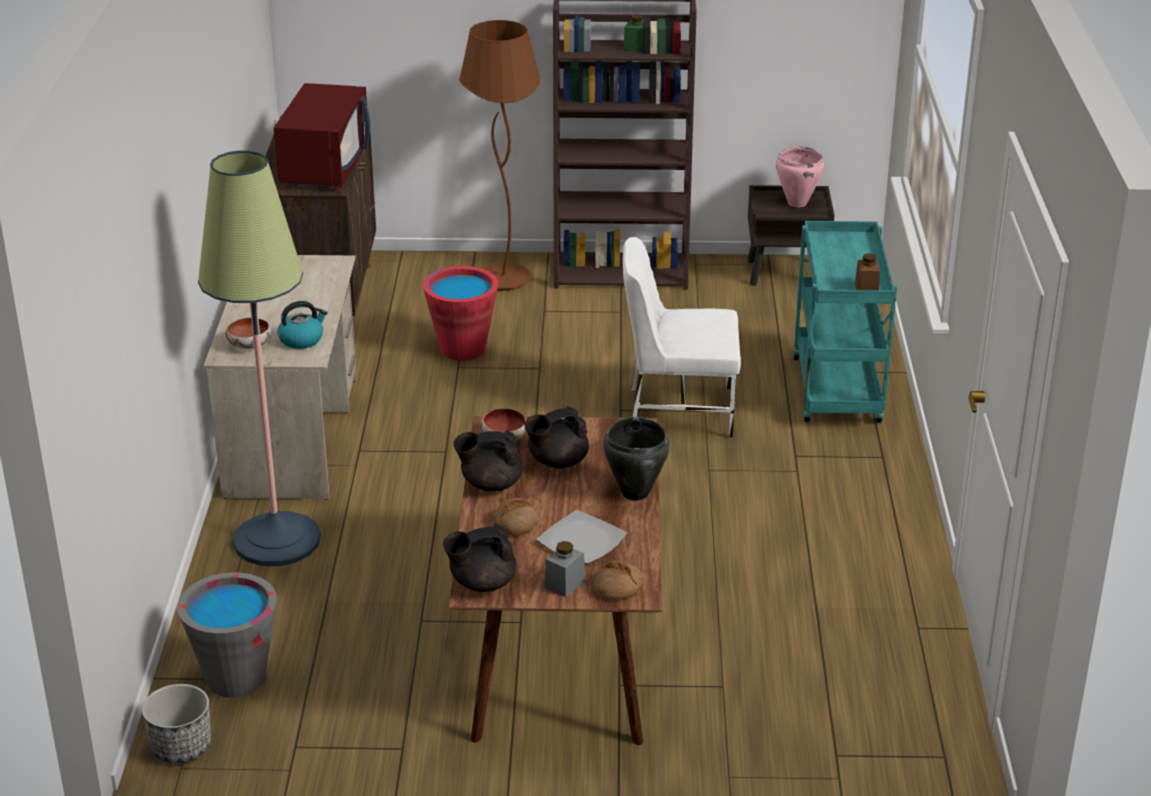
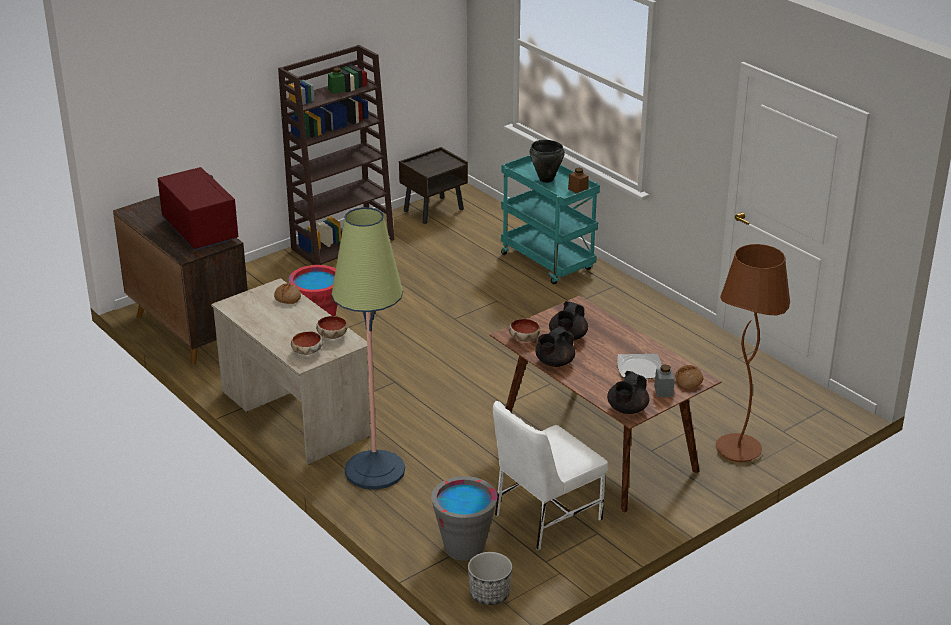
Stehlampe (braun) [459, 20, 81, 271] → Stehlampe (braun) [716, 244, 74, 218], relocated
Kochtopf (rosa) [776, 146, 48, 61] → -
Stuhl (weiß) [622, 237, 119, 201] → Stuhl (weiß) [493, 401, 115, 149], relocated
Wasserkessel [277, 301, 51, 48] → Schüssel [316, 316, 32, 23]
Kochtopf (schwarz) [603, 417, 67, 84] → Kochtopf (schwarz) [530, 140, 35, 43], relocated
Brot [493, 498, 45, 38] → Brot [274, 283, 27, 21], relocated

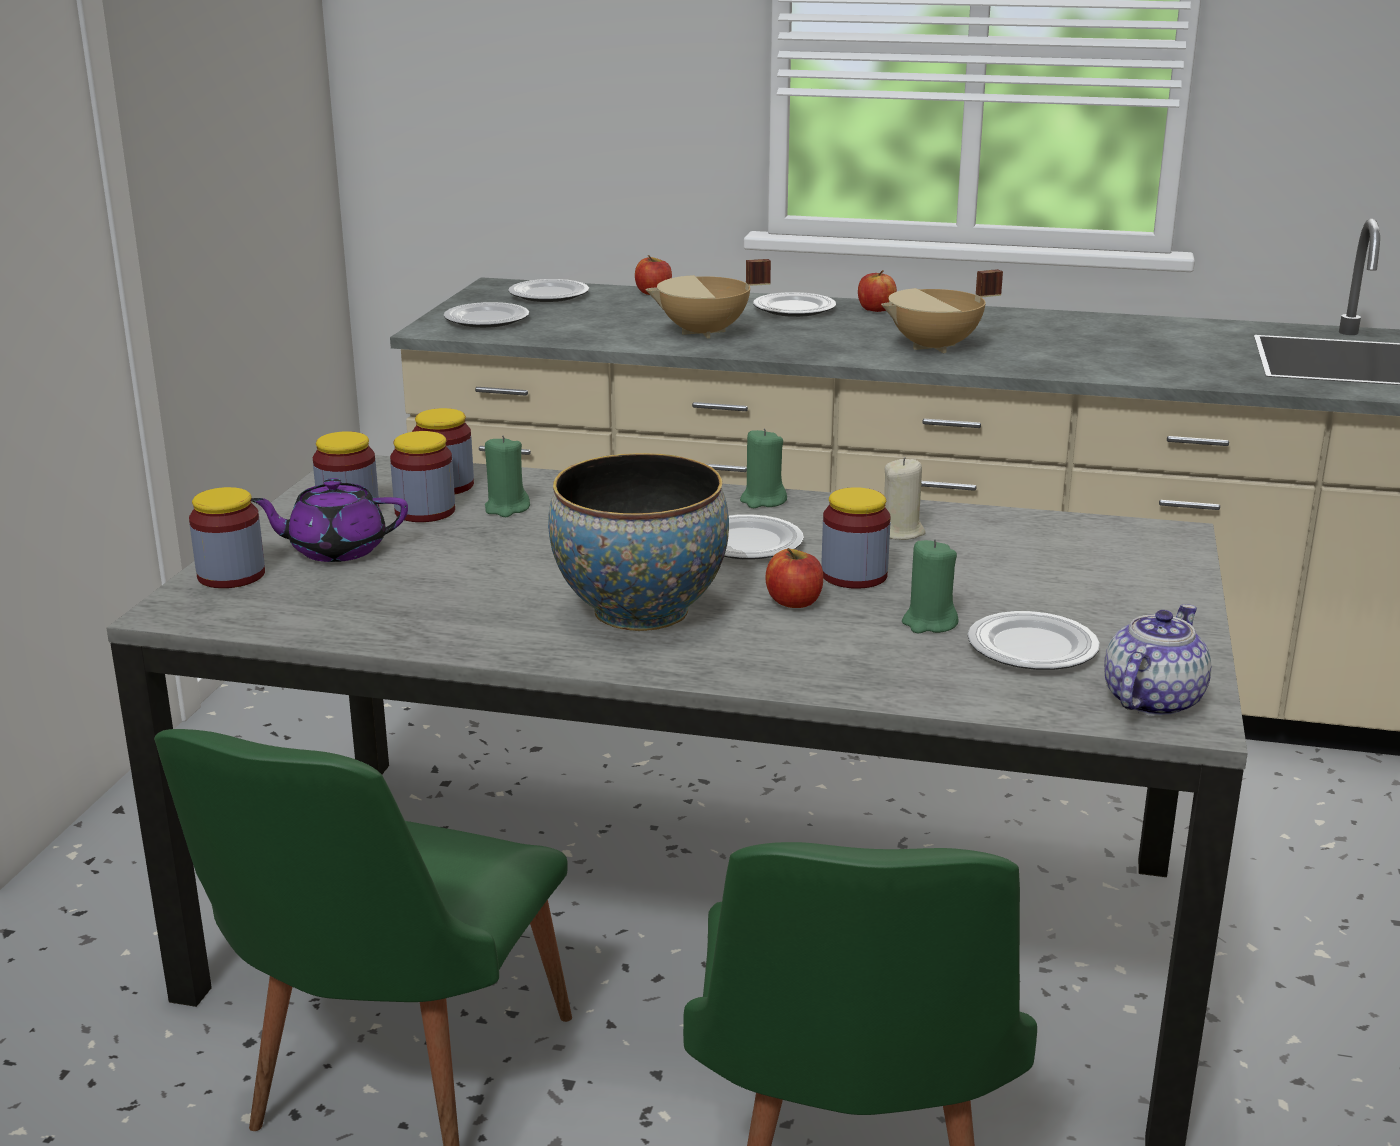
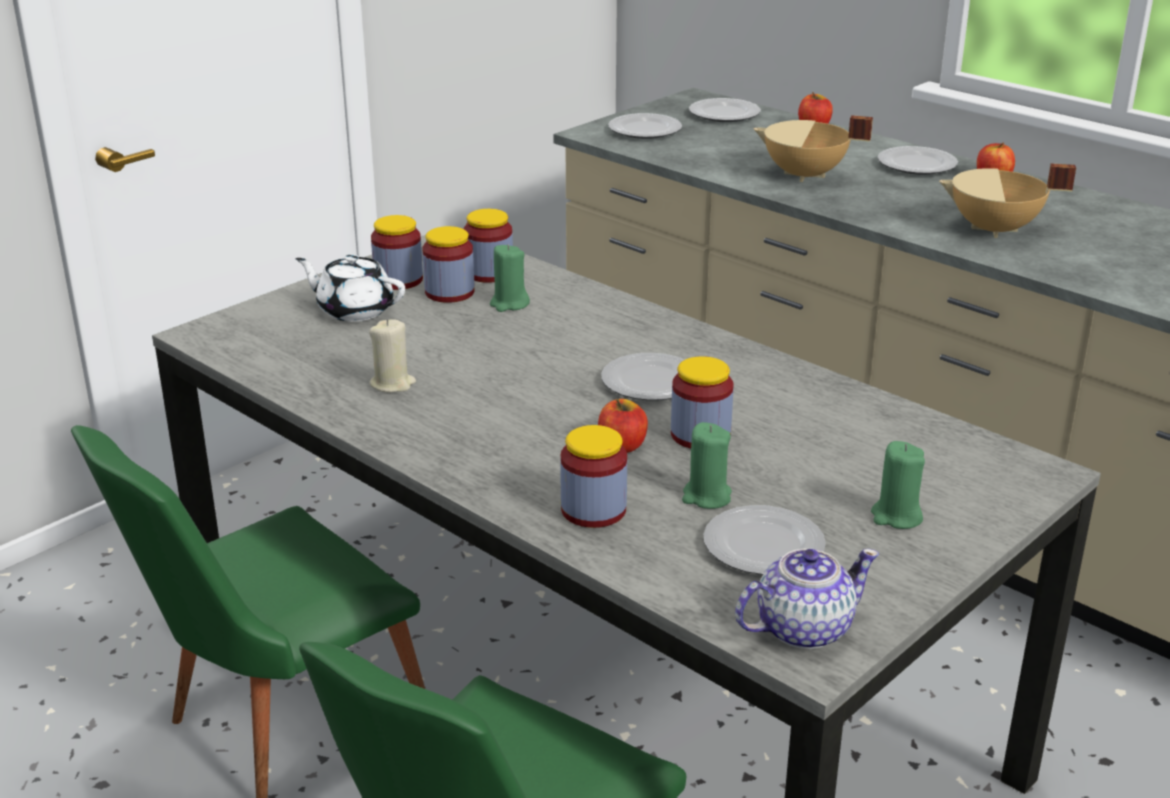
Kerze (grün) [740, 428, 47, 80] → Kerze (grün) [871, 441, 54, 88], relocated
Schüssel [548, 453, 181, 178] → -
Kerze (beige) [885, 457, 41, 83] → Kerze (beige) [369, 319, 47, 73], relocated
Teekanne (lila) [251, 478, 157, 84] → Teekanne (weiß) [296, 254, 109, 68]
Vorratsglas [189, 487, 76, 101] → Vorratsglas [560, 425, 67, 103], relocated

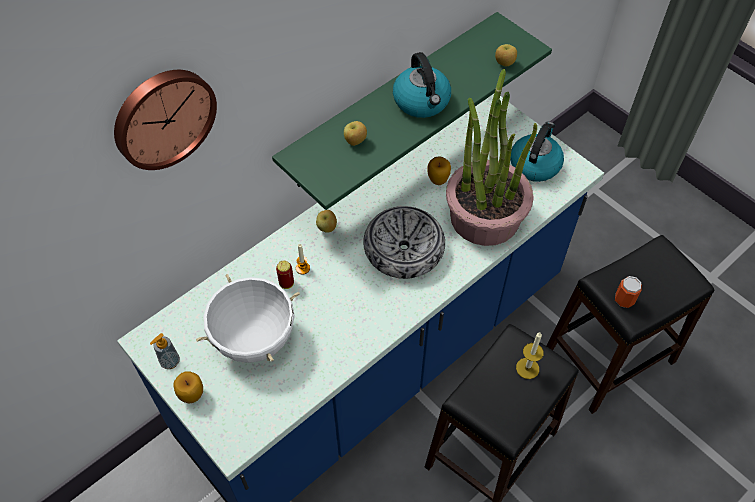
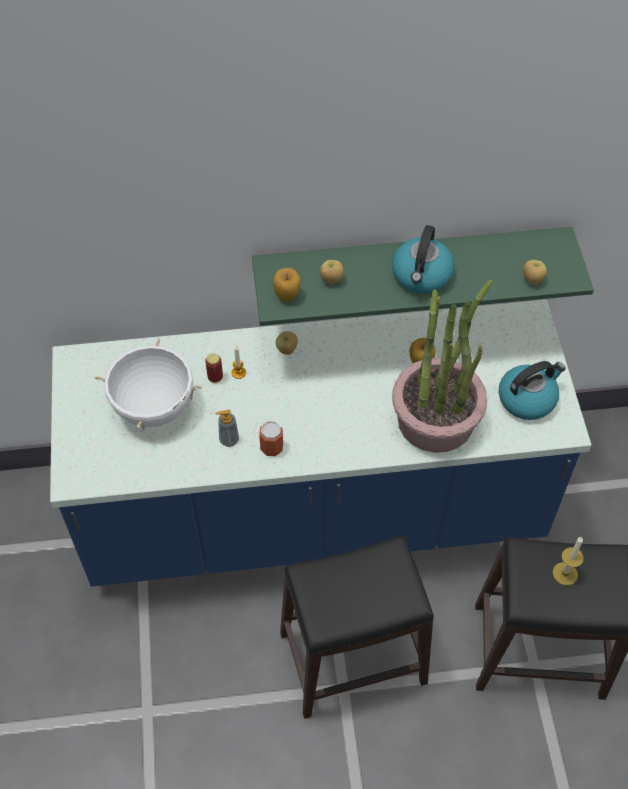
Wanduhr [114, 70, 103, 100] → -
Schüssel [363, 206, 82, 73] → -
Dose [615, 276, 27, 32] → Dose [259, 421, 24, 35], relocated
Seifenspender [150, 333, 30, 36] → Seifenspender [215, 410, 24, 37], relocated
Kerze [516, 333, 28, 46] → Kerze [552, 537, 32, 49], relocated
Apfel [173, 372, 30, 31] → Apfel [273, 268, 28, 34], relocated

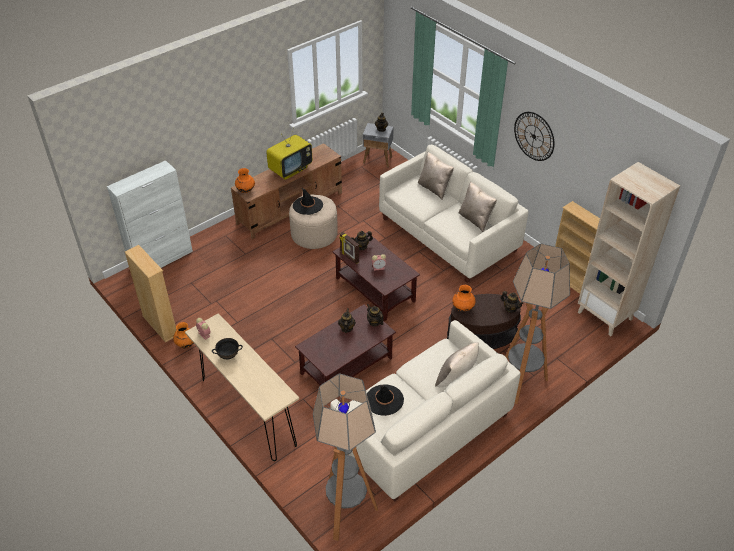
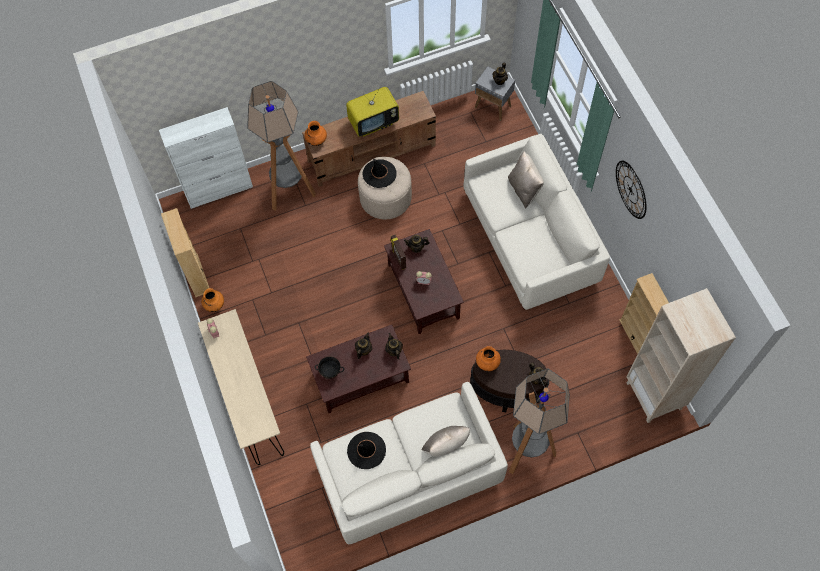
Kissen (beige) [458, 181, 39, 51] → -
Schüssel (schwarz) [212, 338, 31, 21] → Schüssel (schwarz) [315, 356, 29, 23], relocated
Stehlampe [313, 373, 65, 168] → Stehlampe [247, 81, 69, 130], relocated

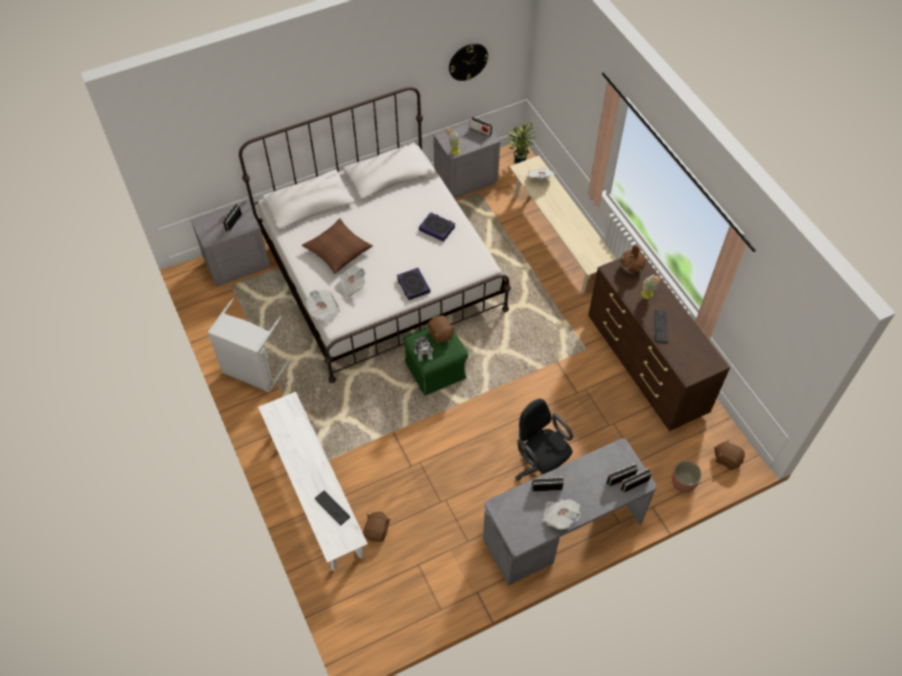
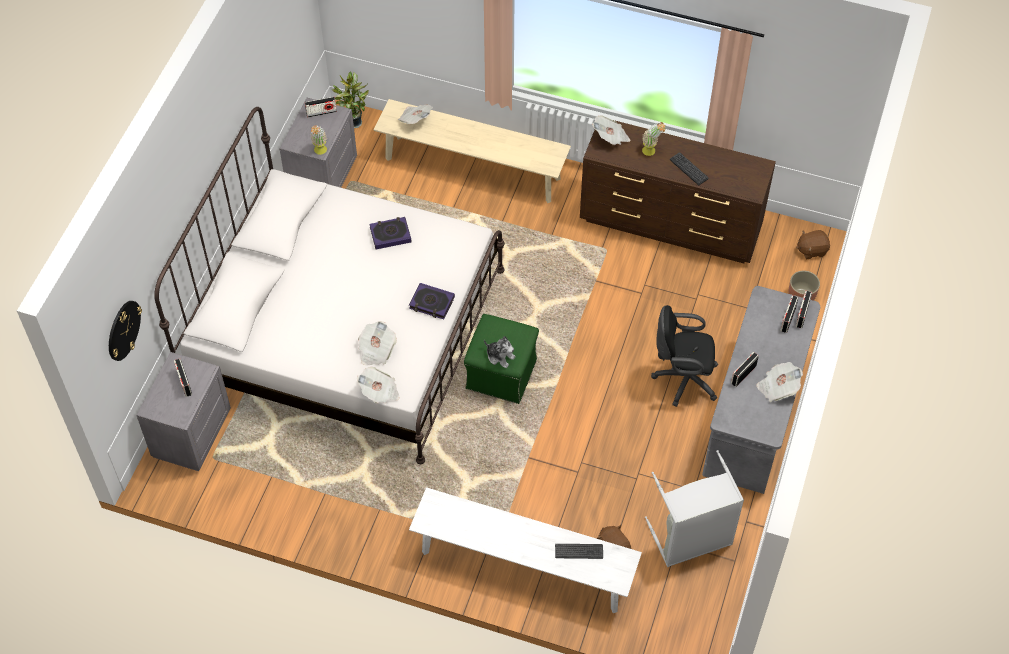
Wanduhr [449, 43, 39, 38] → Wanduhr [109, 301, 33, 60], relocated
Kissen (braun) [302, 218, 71, 56] → -
Vase (braun) [620, 246, 25, 28] → Zeitung [592, 115, 38, 30]
Wäschekorb (grau) [207, 298, 84, 94] → Wäschekorb (grau) [645, 450, 99, 117], relocated
Plüschtier (braun) [428, 316, 27, 28] → -

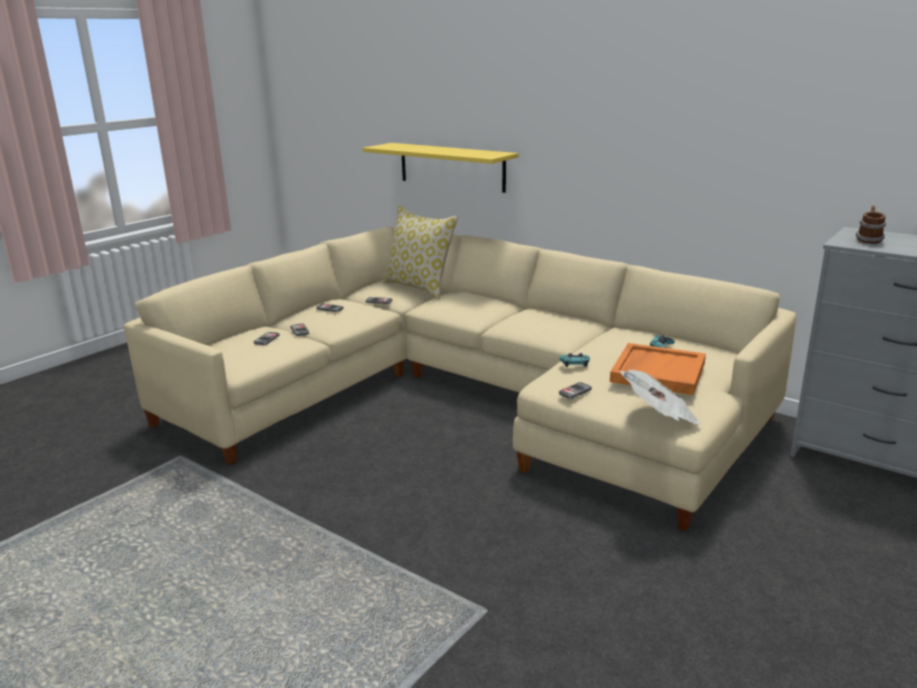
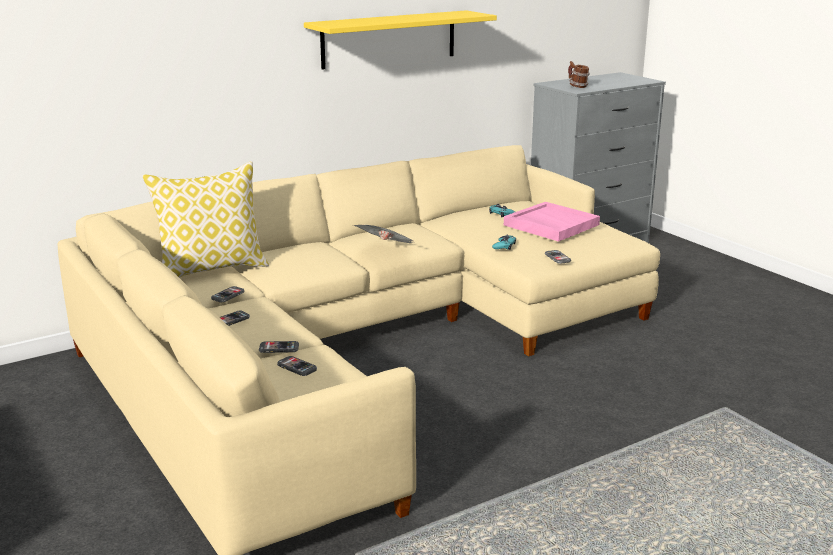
Wandregal (gelb) [363, 143, 156, 50] → Wandregal (gelb) [304, 10, 193, 60], relocated
Tablett (orange) [610, 343, 96, 52] → Tablett (rosa) [504, 202, 96, 40]
Zeitung [620, 370, 82, 55] → Zeitung [353, 225, 60, 18], relocated

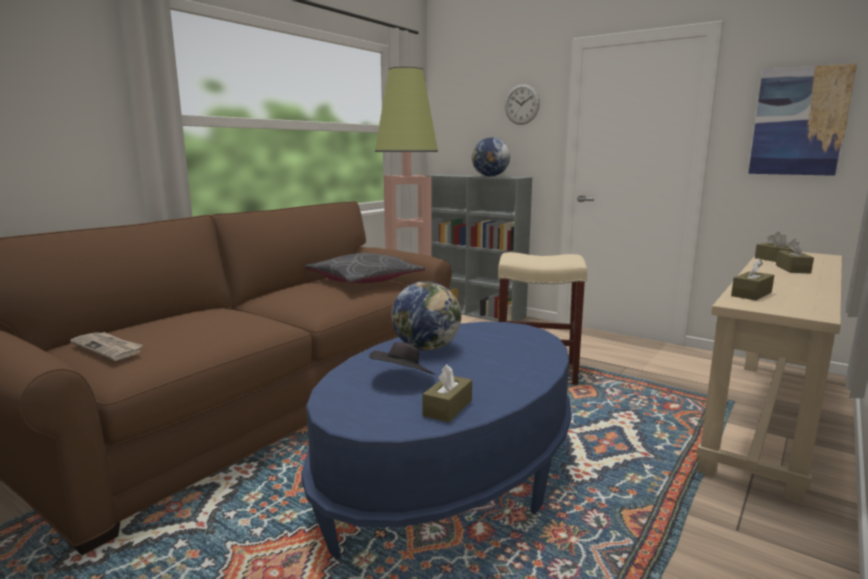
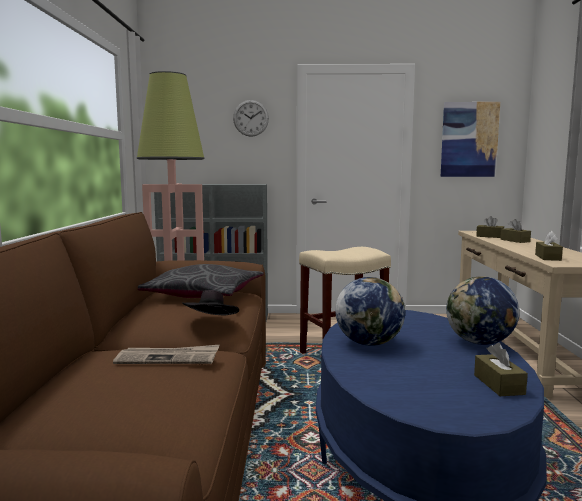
Globus [472, 137, 38, 39] → Globus [446, 276, 74, 69], relocated
Zeitung [70, 332, 73, 29] → Zeitung [113, 345, 106, 19], relocated
Hut (schwarz) [370, 342, 65, 32] → Hut (schwarz) [183, 290, 56, 25], relocated

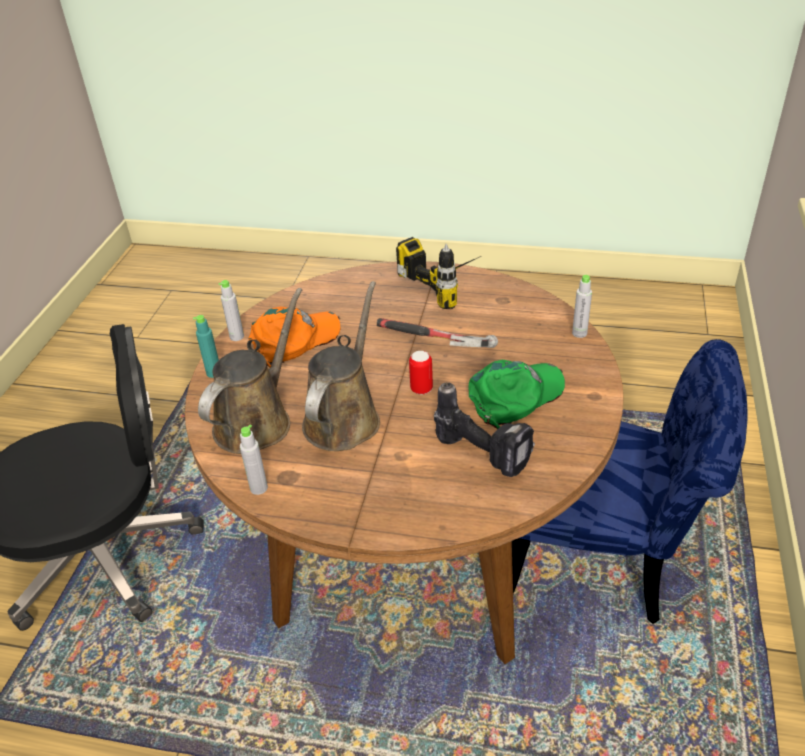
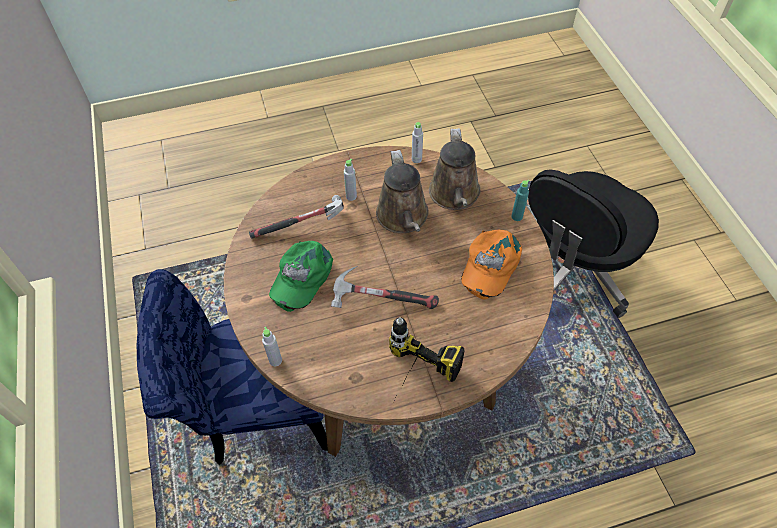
Flasche (grau) [218, 280, 26, 61] → Flasche (grau) [344, 159, 13, 42], relocated
Dose [409, 351, 24, 43] → -
Bohrmaschine [434, 382, 101, 95] → Hammer [249, 195, 95, 44]

